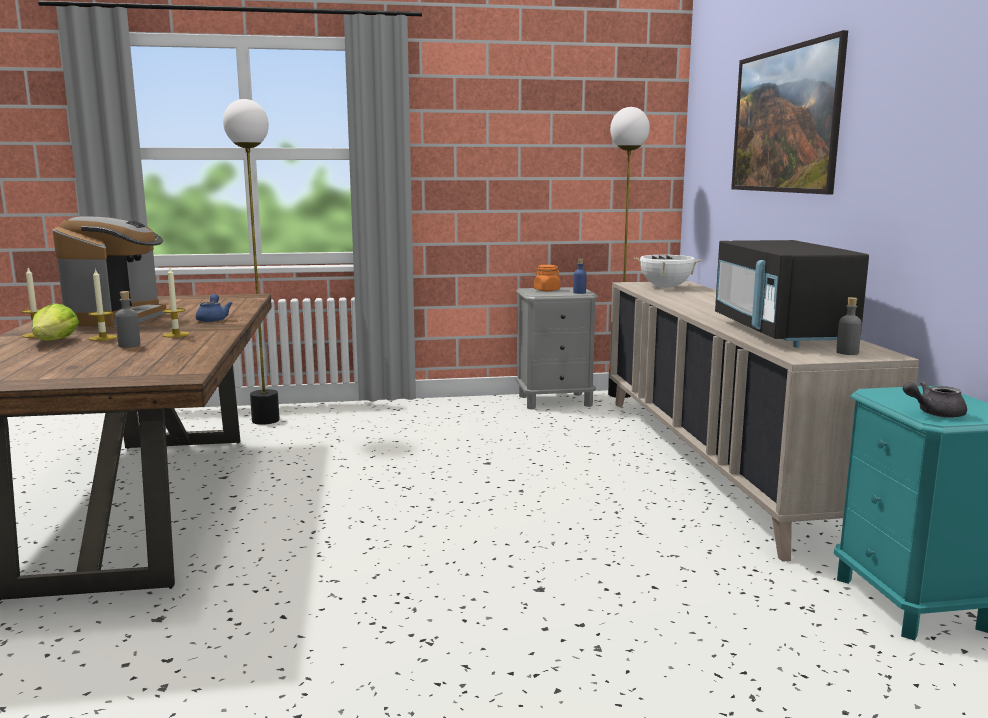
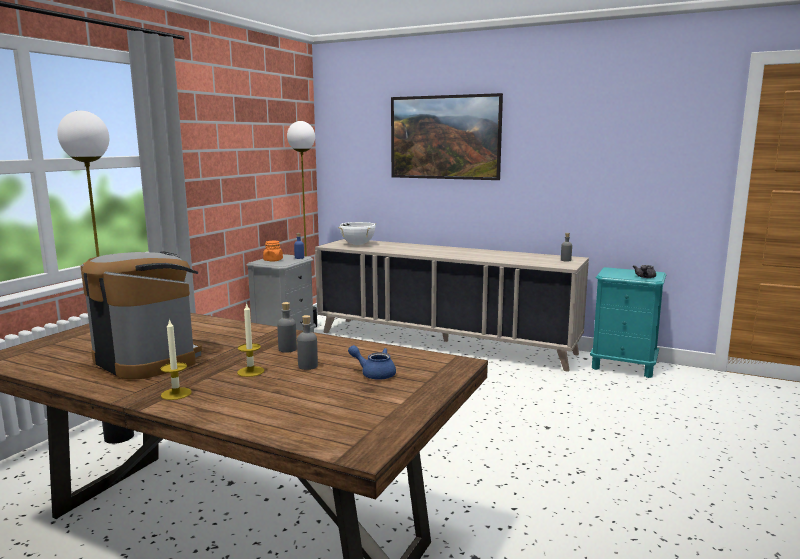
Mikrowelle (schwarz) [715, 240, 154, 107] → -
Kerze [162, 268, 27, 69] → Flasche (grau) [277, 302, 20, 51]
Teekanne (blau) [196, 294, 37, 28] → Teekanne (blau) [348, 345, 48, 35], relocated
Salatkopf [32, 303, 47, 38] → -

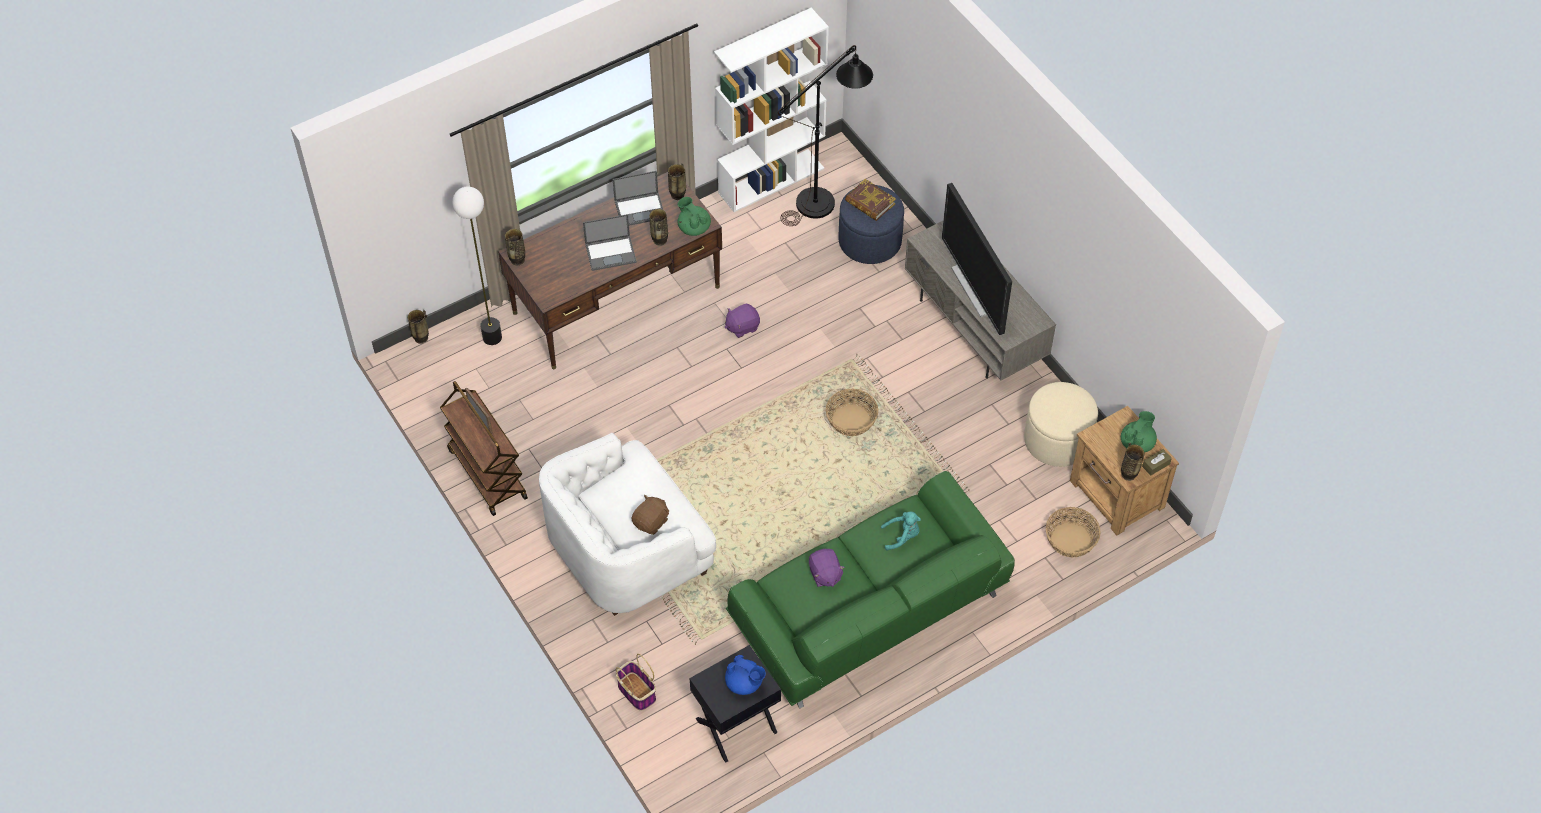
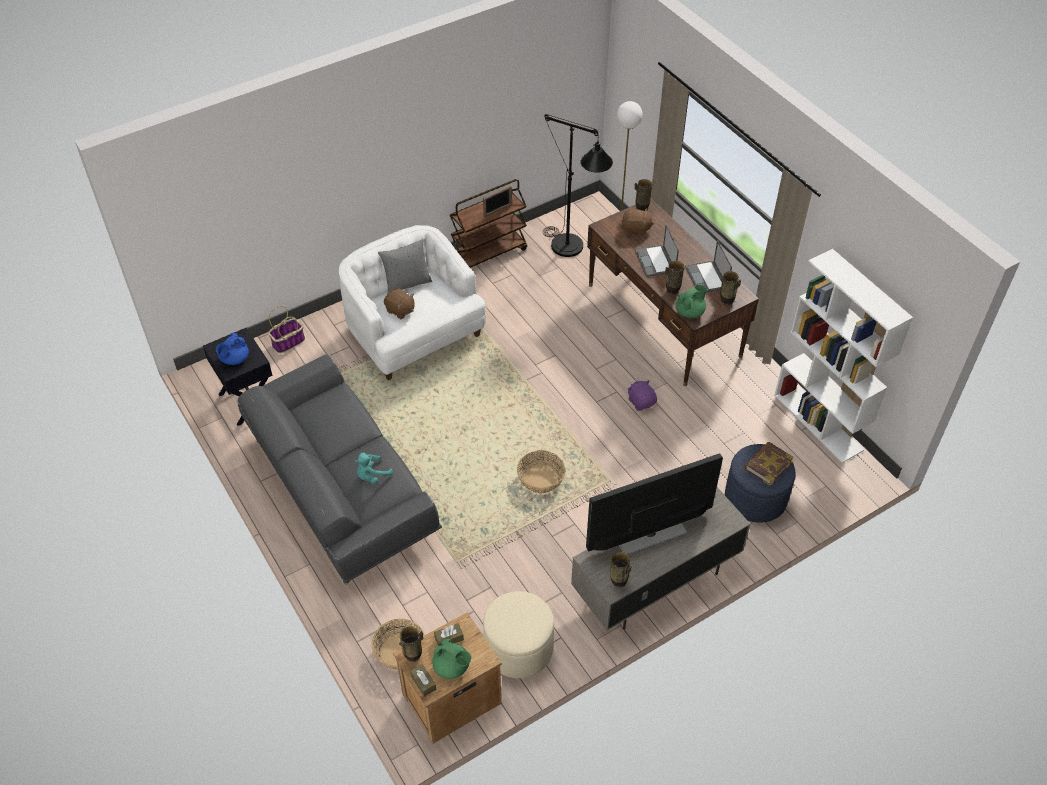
Stehlampe (schwarz) [778, 45, 95, 181] → Stehlampe (schwarz) [543, 114, 70, 143], relocated
Vase [408, 310, 21, 34] → Vase [610, 552, 21, 36], relocated
Sofa (grün) [726, 471, 289, 238] → Sofa (grau) [237, 354, 205, 231]
Plüschtier (türkis) [881, 512, 40, 39] → Plüschtier (türkis) [355, 453, 38, 31], 60 degrees clockwise
Plüschtier (lila) [809, 549, 36, 38] → -
- → Plüschtier (braun) [621, 208, 33, 28]
- → Kissen (grau) [378, 239, 54, 55]
- → Taschentuchbox (braun) [434, 623, 30, 23]

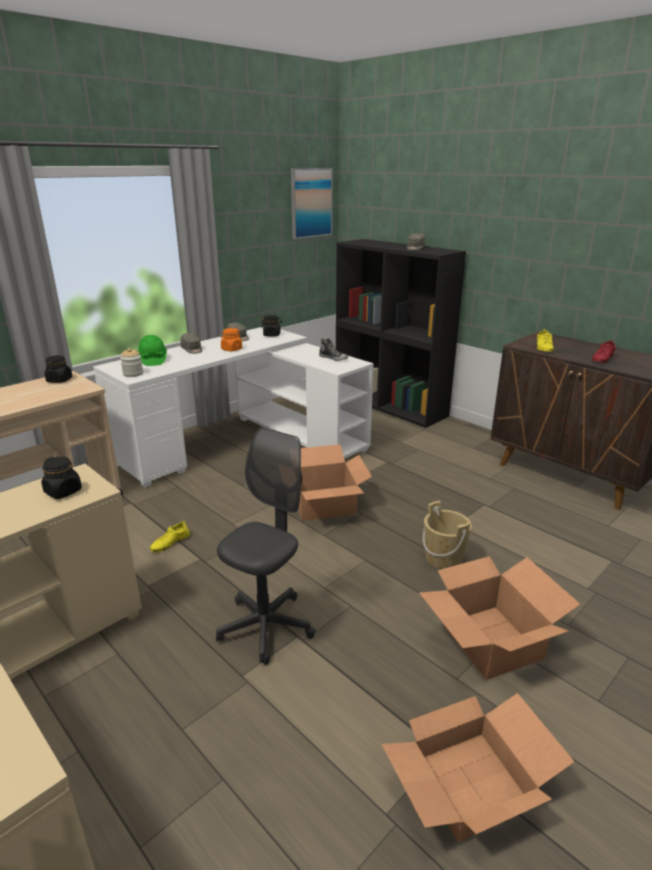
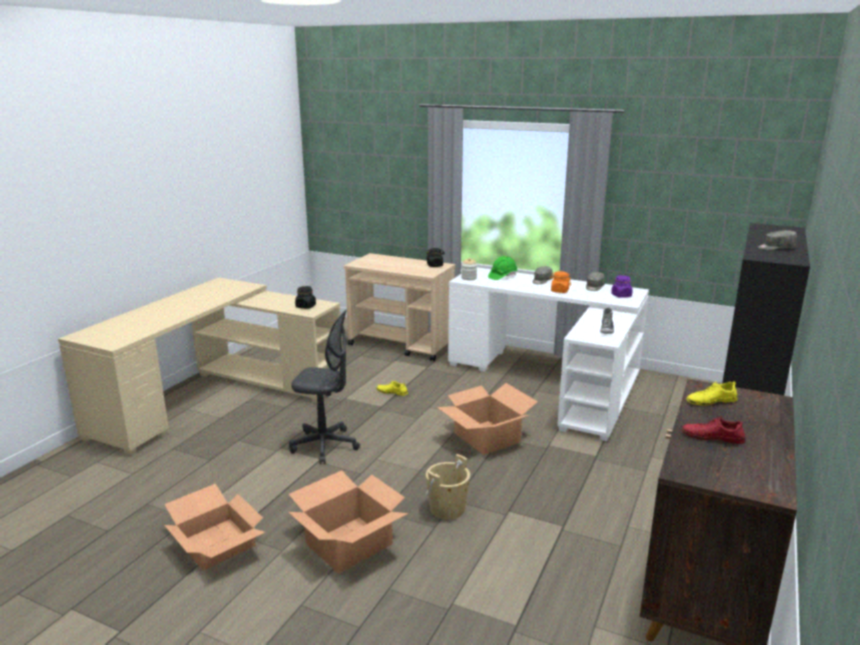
Bild [291, 168, 42, 71] → -
Vorratsglas (schwarz) [262, 315, 20, 22] → Vorratsglas (lila) [611, 275, 22, 23]

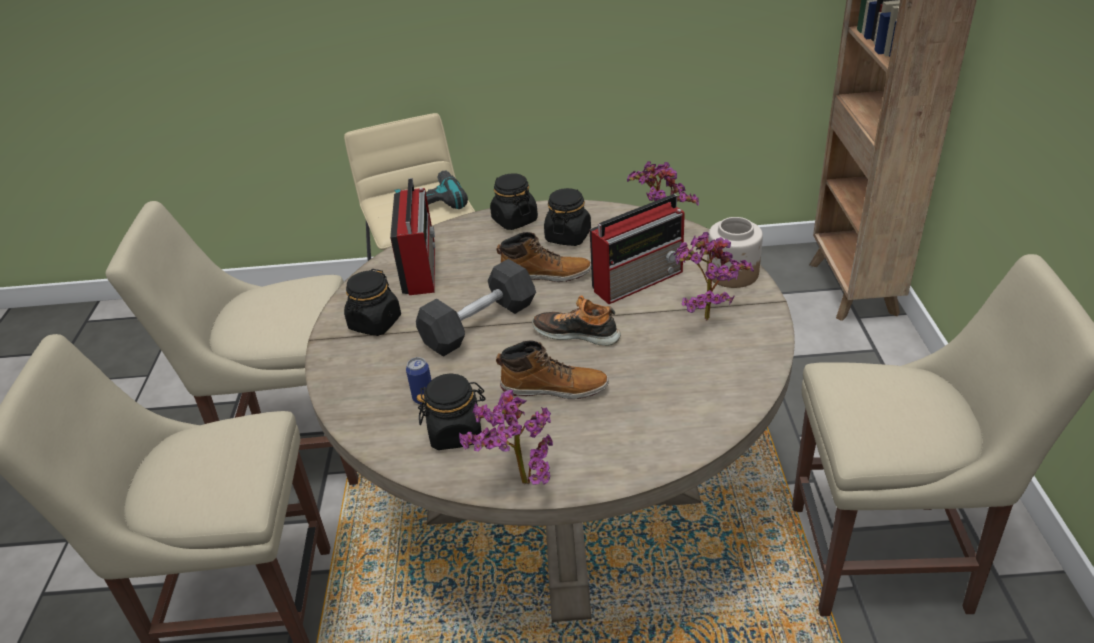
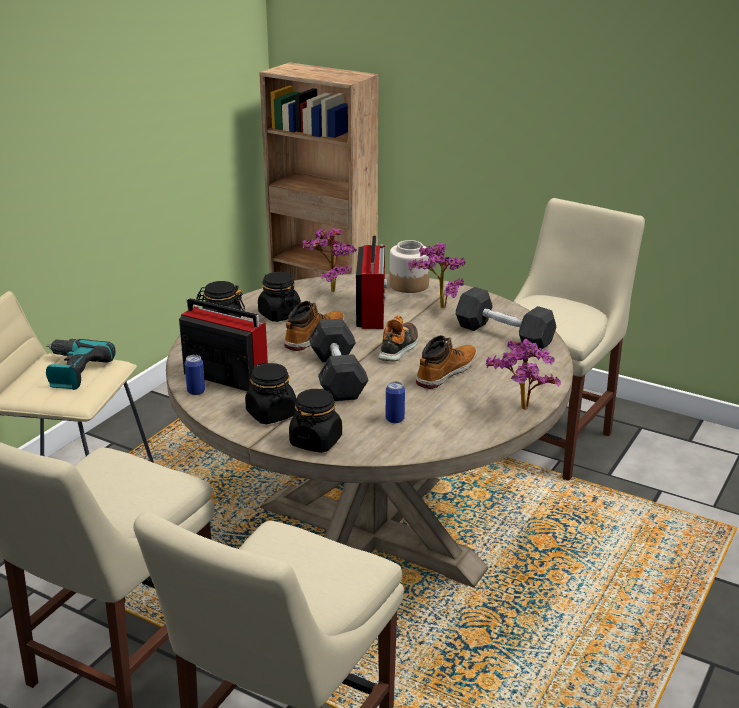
Schuh [532, 295, 89, 51] → Schuh [378, 315, 41, 47], 150 degrees clockwise
Vorratsglas (schwarz) [417, 373, 69, 77] → Vorratsglas (schwarz) [289, 389, 53, 64], relocated
- → Hantel (grau) [456, 287, 100, 62]
- → Dose [184, 355, 21, 40]

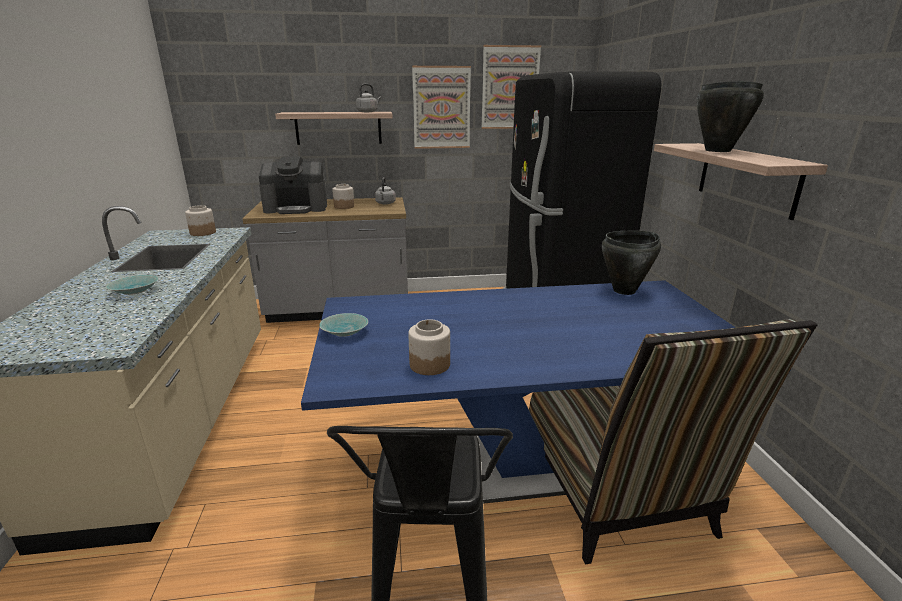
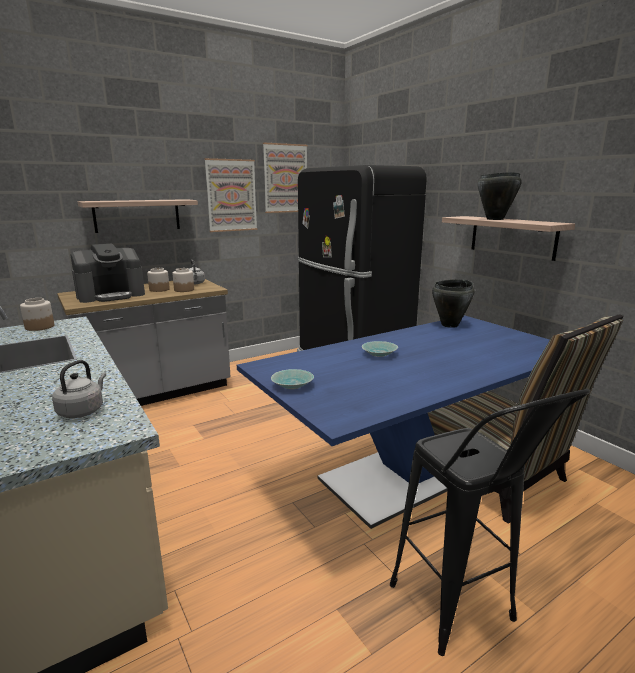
Wasserkessel (grau) [356, 84, 25, 28] → Wasserkessel (grau) [52, 360, 54, 58], relocated
Schüssel (türkis) [106, 275, 53, 20] → Schüssel (türkis) [362, 341, 36, 16], relocated
Vorratsglas [408, 319, 42, 56] → Vorratsglas [172, 268, 22, 24], relocated

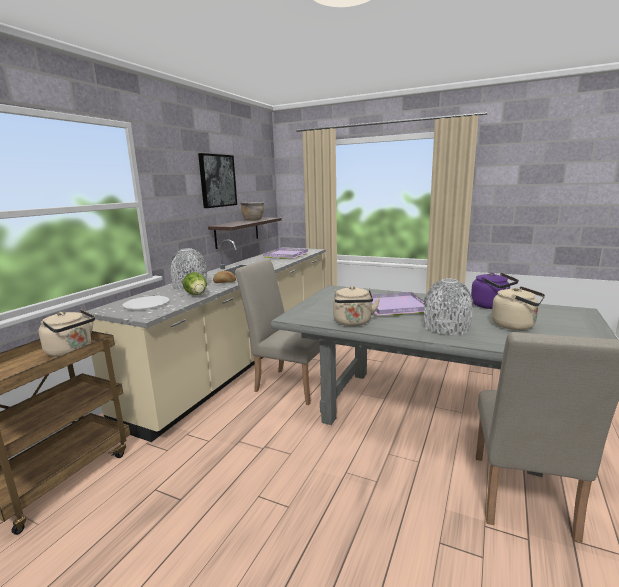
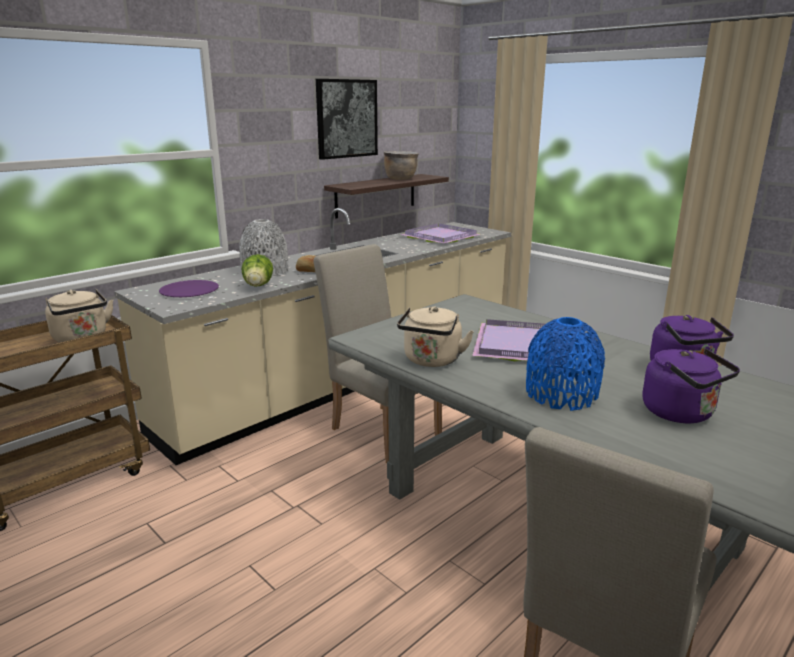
Vase (grau) [424, 279, 49, 56] → Vase (blau) [526, 317, 79, 94]
Wasserkessel (beige) [492, 286, 53, 44] → Wasserkessel (lila) [642, 349, 98, 74]
Teller (weiß) [123, 296, 46, 13] → Teller (lila) [159, 280, 60, 17]

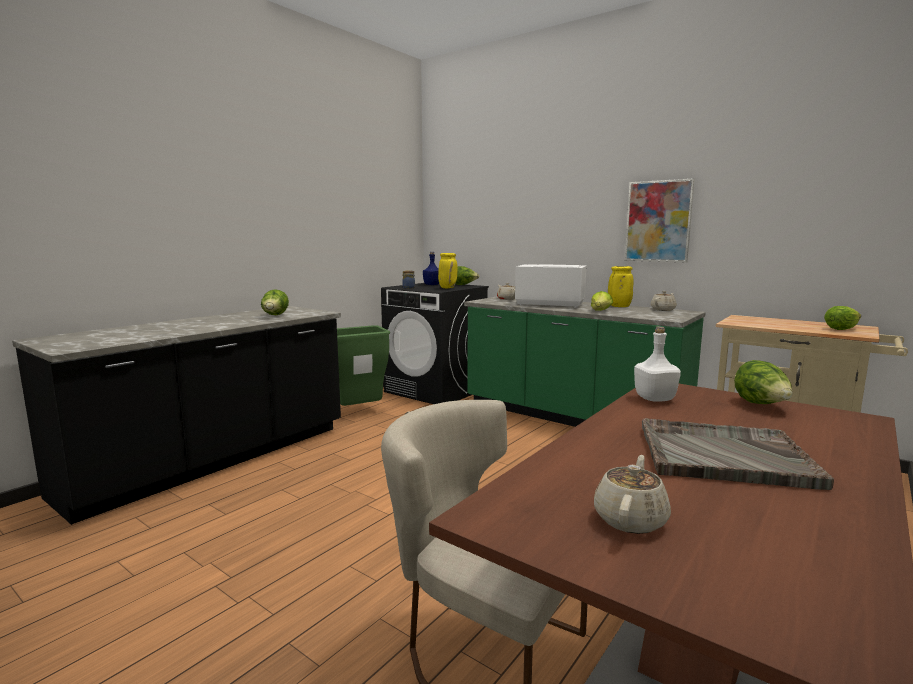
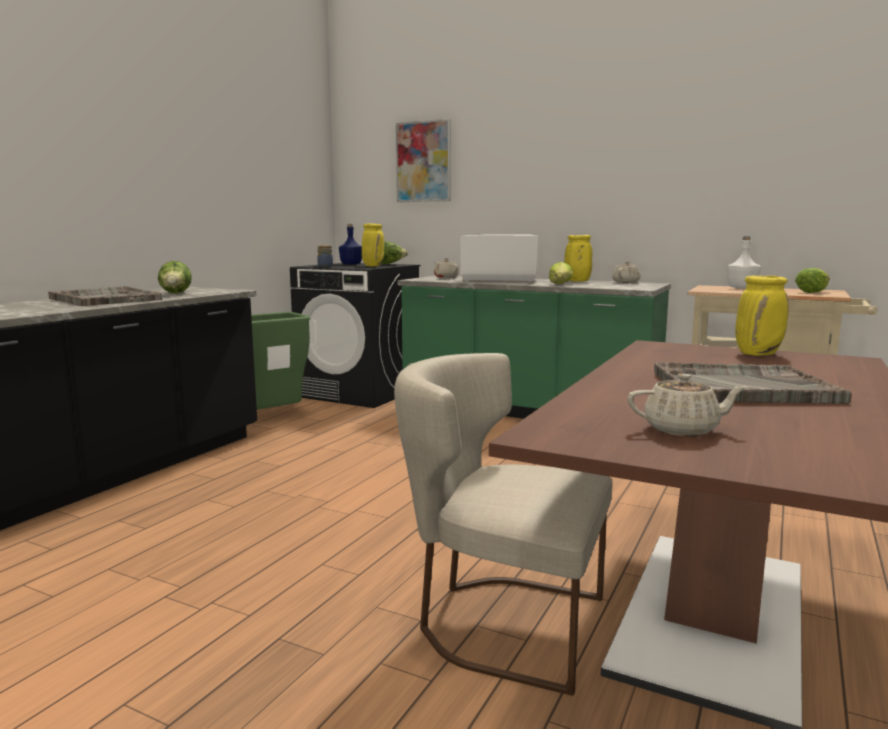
Bild [625, 178, 70, 84] → Bild [396, 119, 55, 83], relocated
Flasche (weiß) [634, 327, 47, 75] → Flasche (weiß) [727, 236, 34, 53], relocated
Salatkopf [734, 360, 59, 44] → Vase (gelb) [735, 276, 54, 80]
Teekanne (beige) [594, 455, 77, 79] → Teekanne (beige) [628, 374, 119, 62], 75 degrees clockwise
- → Tablett (grau) [48, 286, 114, 20]

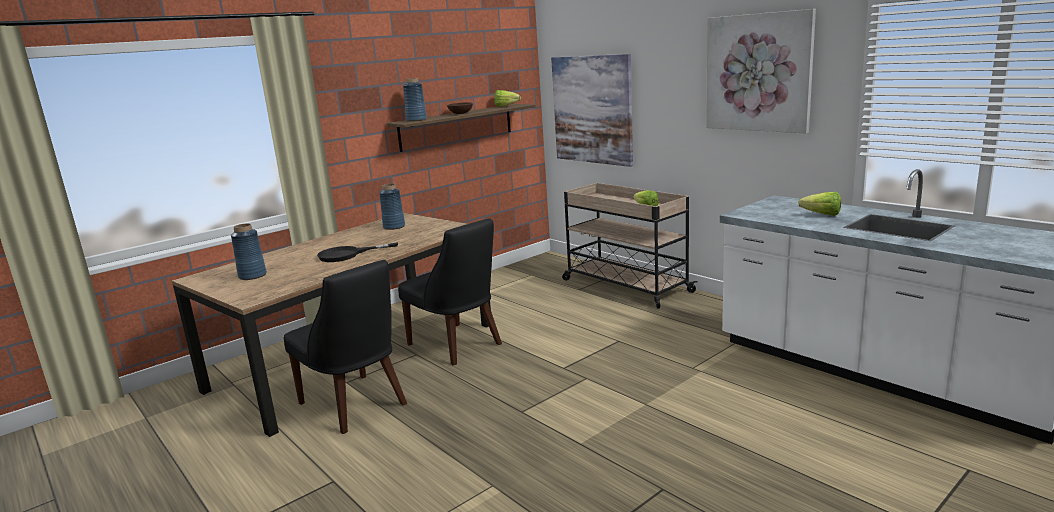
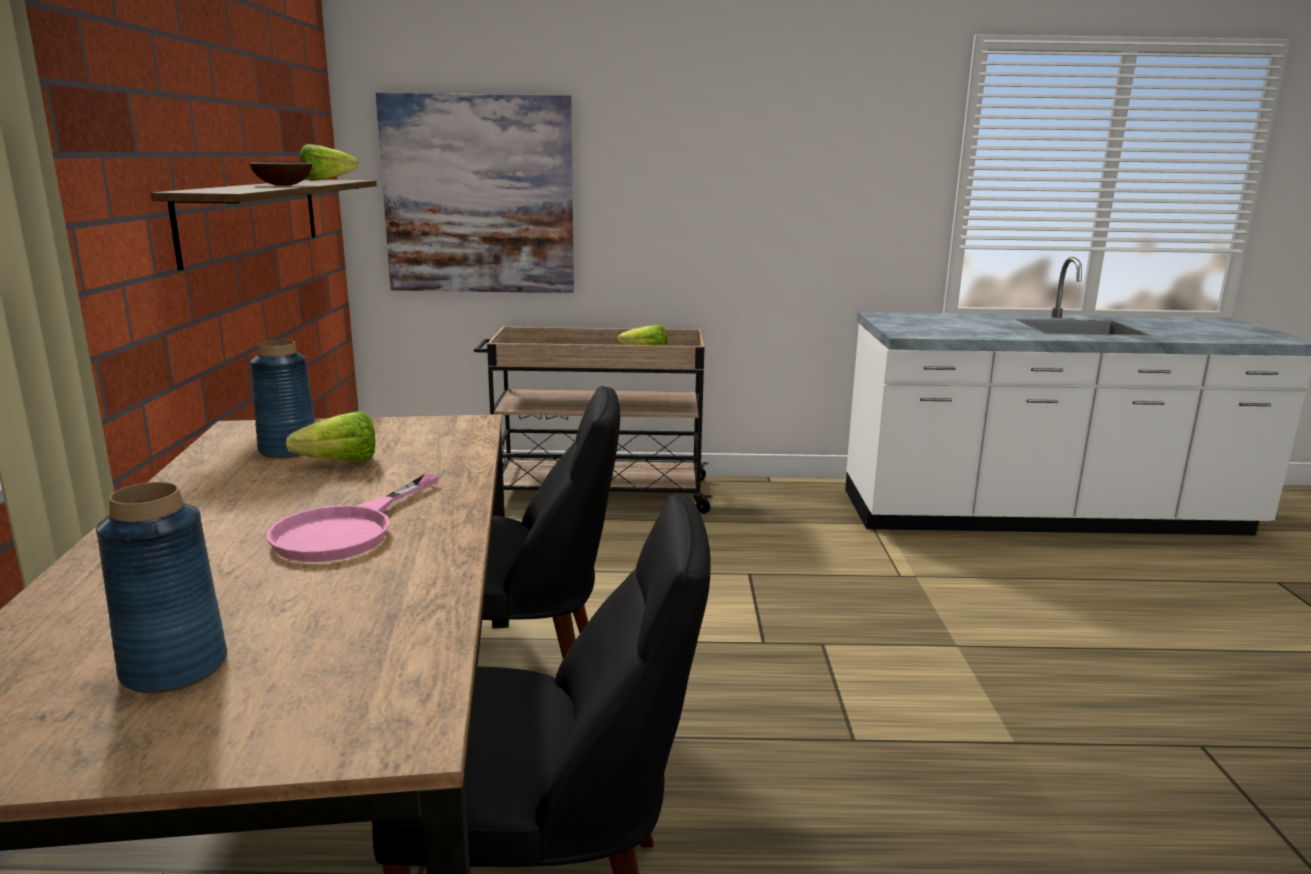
Bild [706, 9, 110, 124] → -
Vase (blau) [403, 78, 24, 44] → -
Salatkopf [798, 192, 43, 24] → Salatkopf [286, 411, 89, 51], relocated
Pfanne (schwarz) [317, 242, 81, 20] → Pfanne (rosa) [267, 474, 172, 88]

